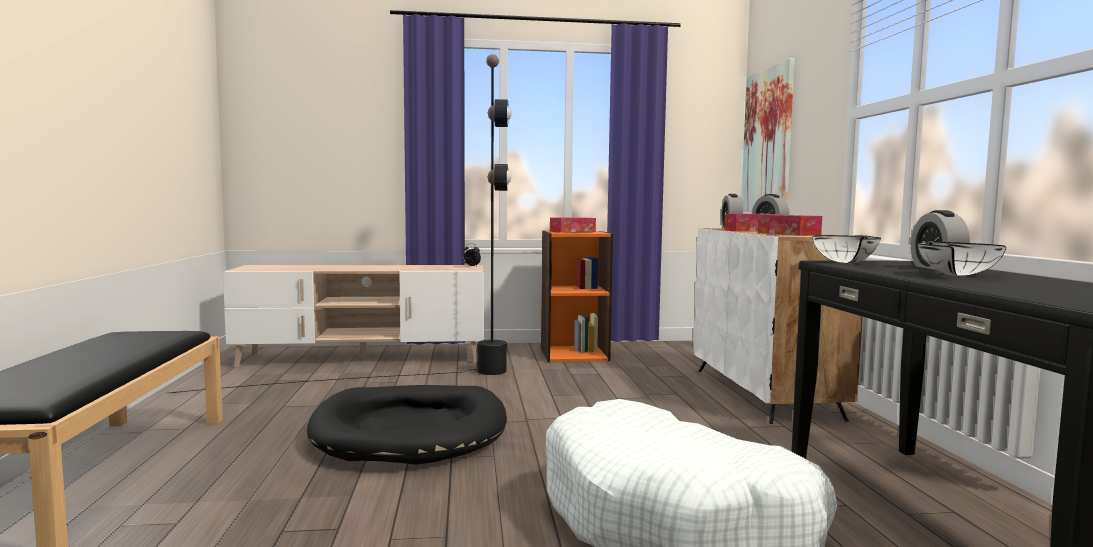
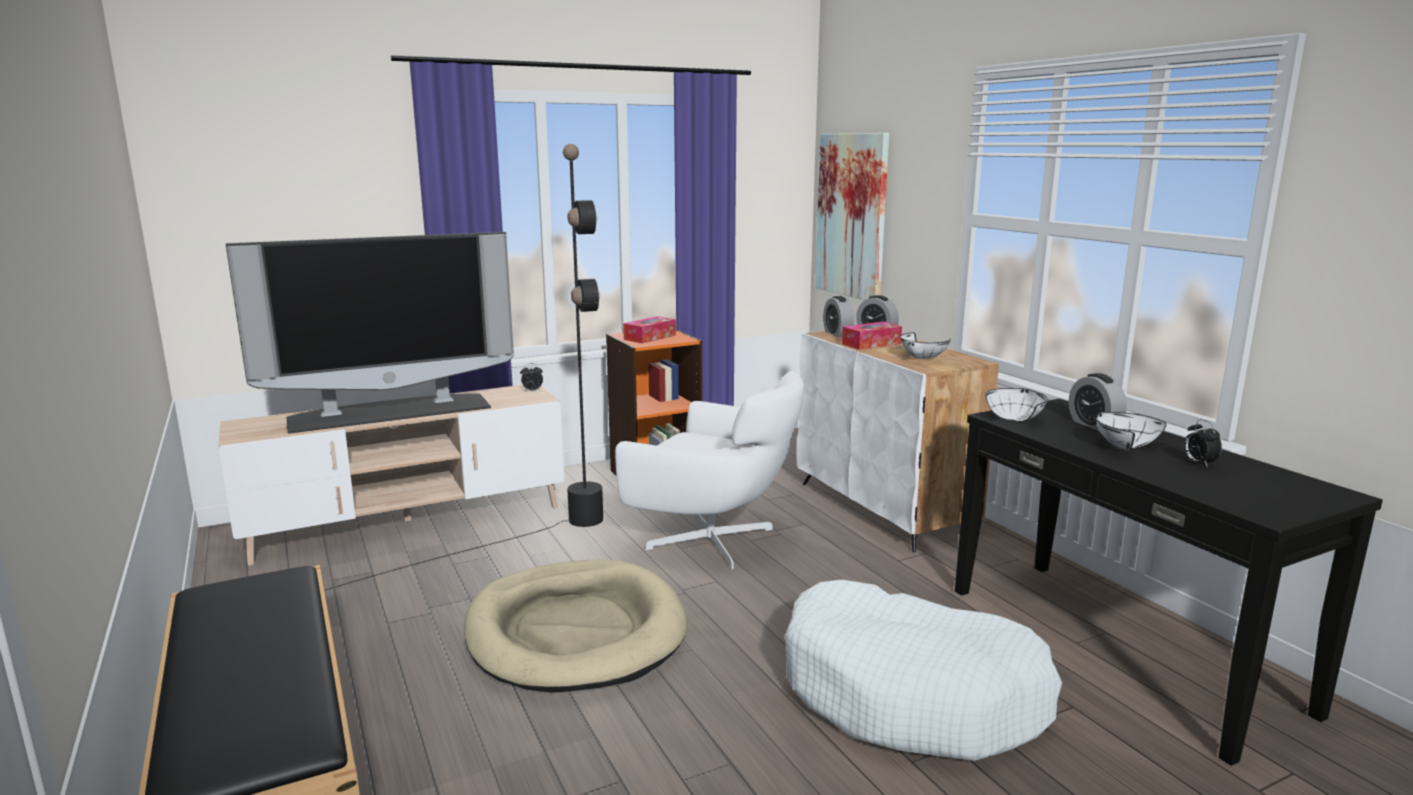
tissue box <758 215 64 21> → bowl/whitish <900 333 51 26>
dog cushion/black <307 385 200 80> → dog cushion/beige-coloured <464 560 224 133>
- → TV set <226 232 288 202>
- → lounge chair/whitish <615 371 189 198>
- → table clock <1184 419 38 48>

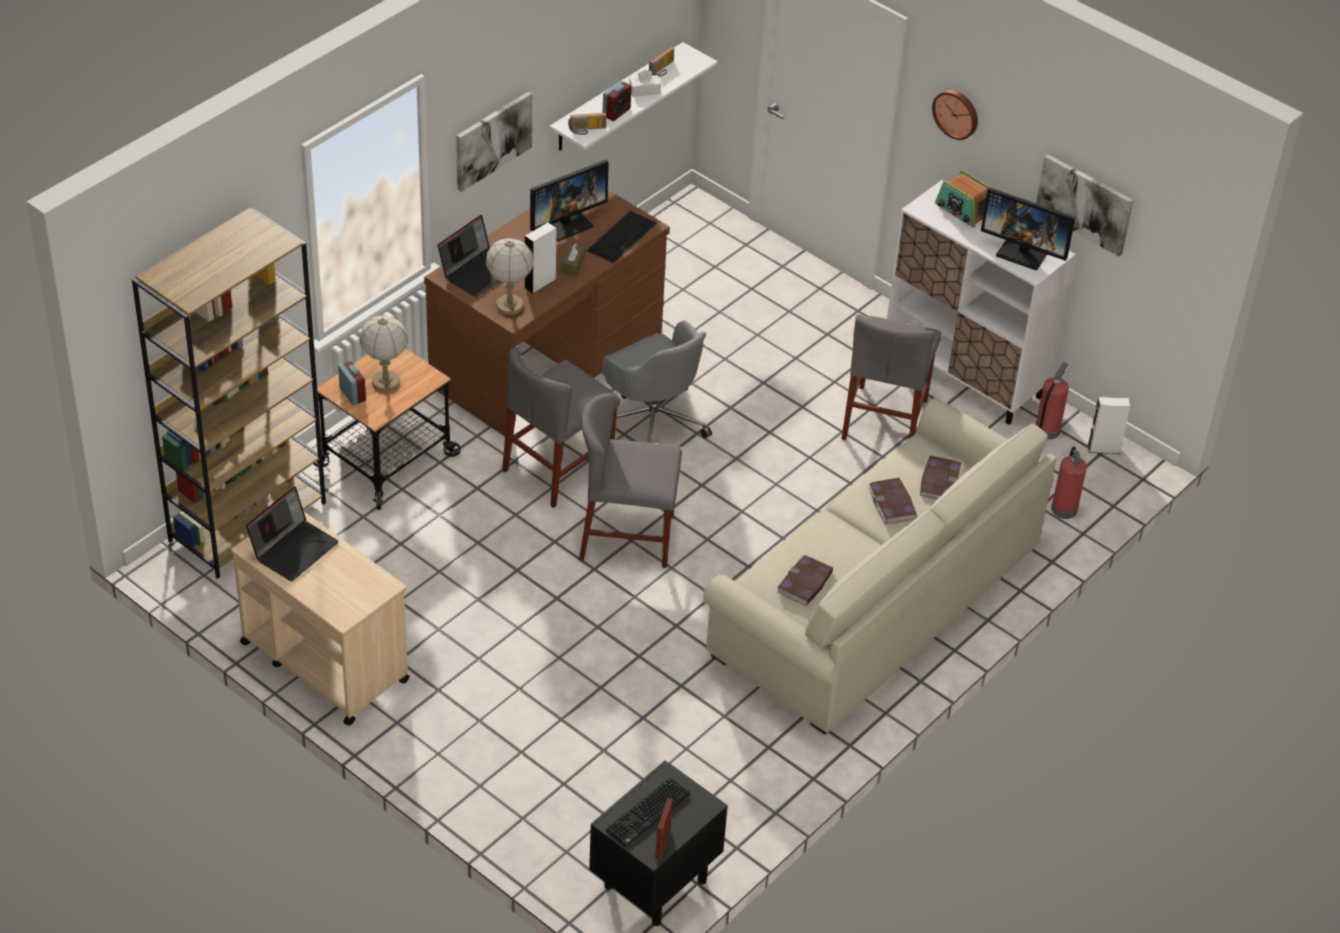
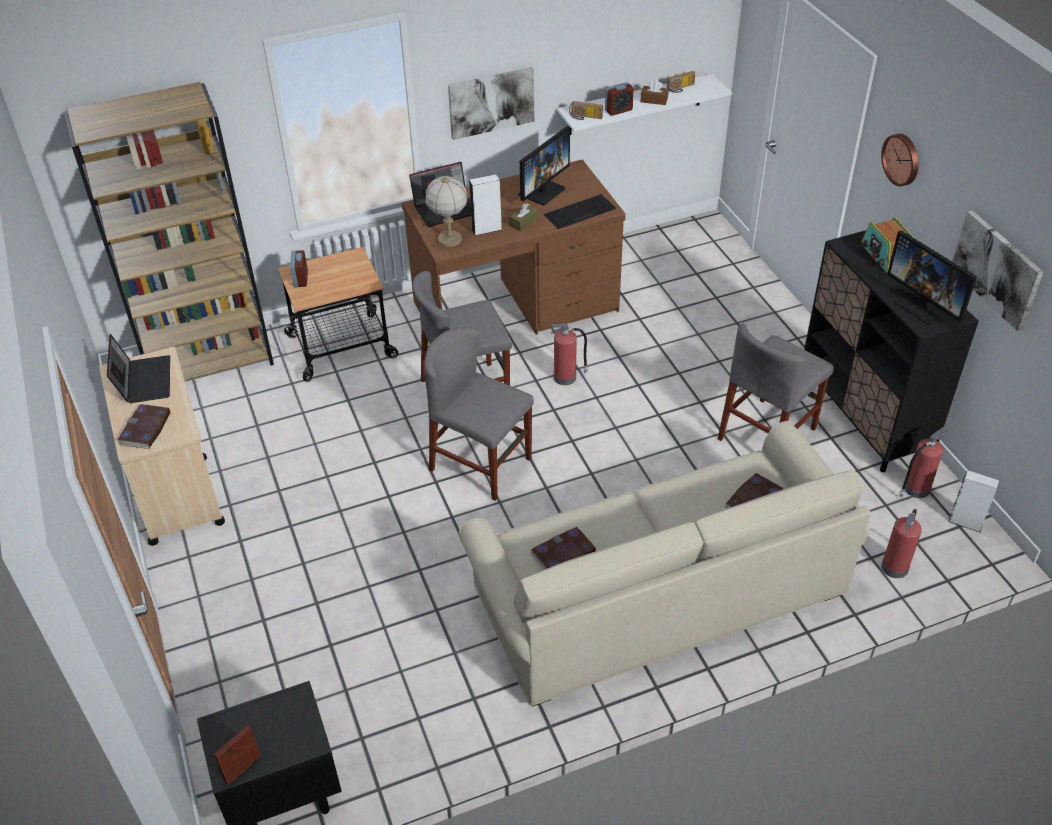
tissue box/whitish <629 70 32 27> → tissue box/brown <641 80 28 25>
computer display <530 159 79 82> → computer display <518 126 52 80>, 45 degrees counterclockwise
cabinet/whitish <887 180 189 244> → cabinet/black <804 230 175 242>
lamp for a table <360 315 48 77> → -
office chair/gray <602 320 110 123> → extinguisher <551 323 37 62>
volume <868 478 49 46> → volume <118 404 52 45>, moved
portable computer <246 486 93 95> → portable computer <107 334 63 69>, 75 degrees counterclockwise
PC keyboard <606 778 84 69> → -

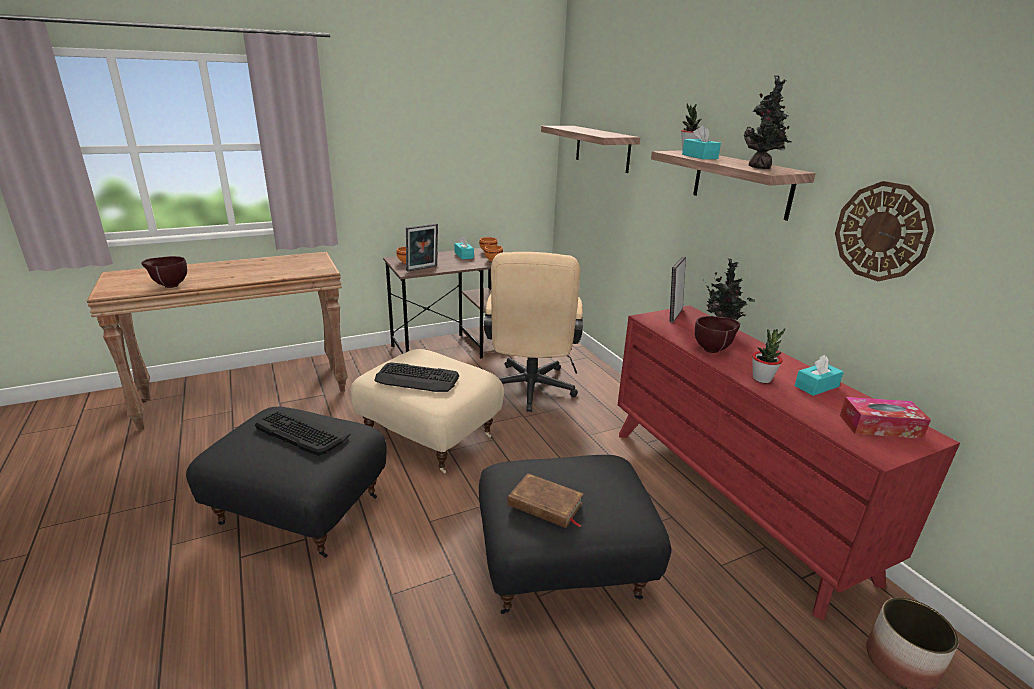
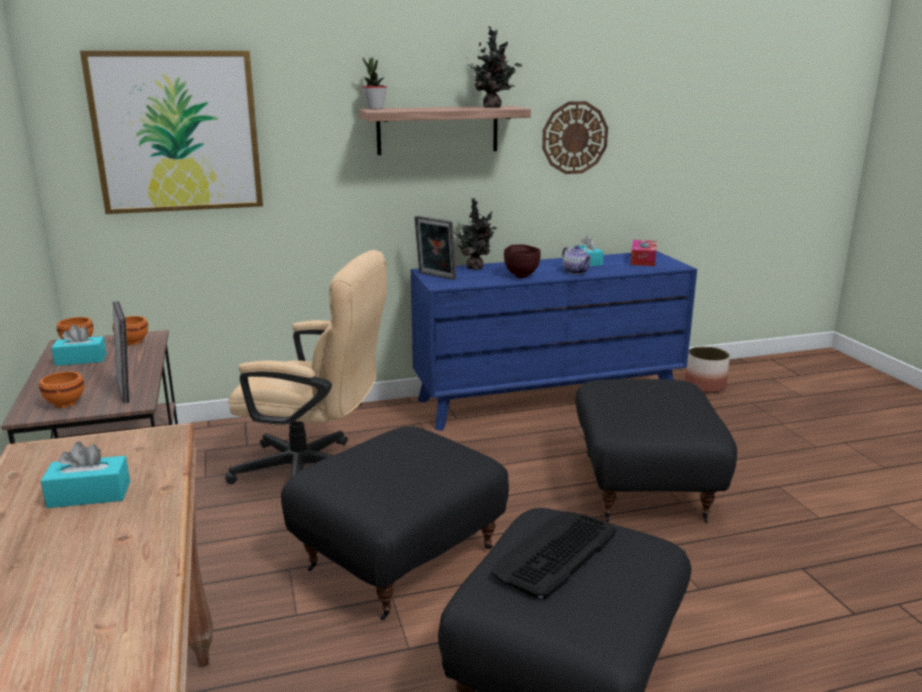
tissue box/turquoise <682 125 39 34> → tissue box/turquoise <41 442 89 66>, moved
shelf <541 126 99 47> → wall picture <80 51 183 163>
bowl/brown <141 256 46 32> → -
dresser/reddish <618 306 342 315> → dresser/bluish <411 251 286 180>
plant in a pot <752 328 33 55> → pot for tea <562 245 30 29>
footrest/beige-coloured <351 349 153 125> → footrest/black <281 426 228 195>
PC keyboard <374 362 85 30> → -
volume/brown <507 473 77 55> → -

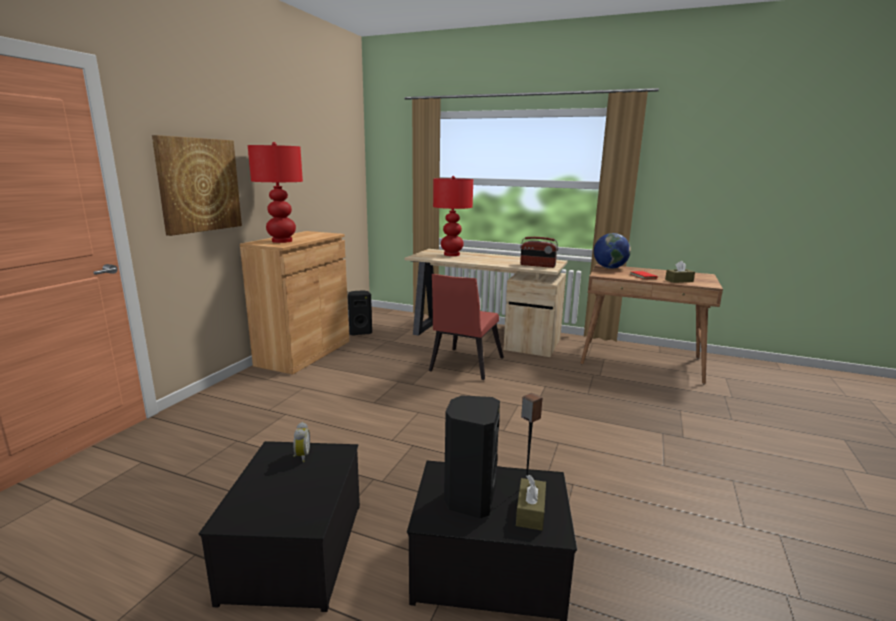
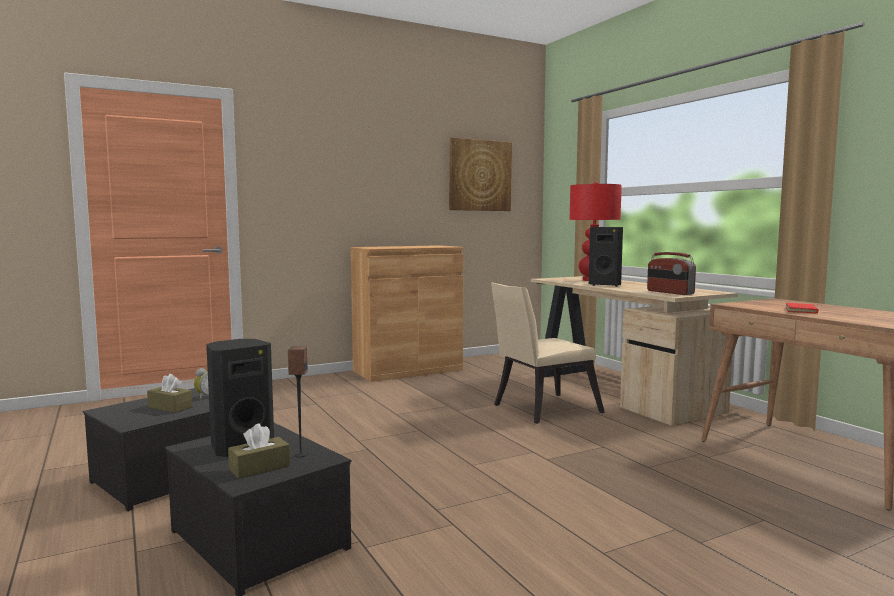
wall picture <152 135 90 101> → wall picture <449 137 63 74>, moved
lamp for a table/reddish <248 142 55 101> → -
world globe <594 233 37 36> → -
tissue box/brown <665 261 30 22> → tissue box/brown <147 374 46 39>, moved
upright chair/reddish <429 274 75 106> → upright chair/beige-coloured <491 283 114 141>
loudspeaker/black <348 290 24 45> → loudspeaker/black <589 227 34 60>, moved

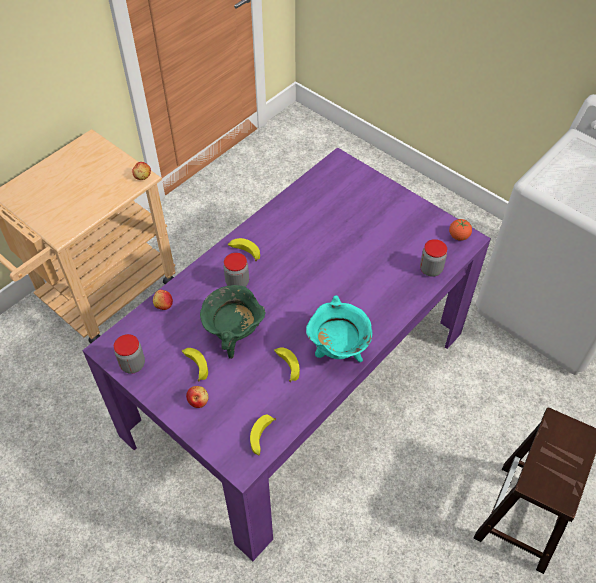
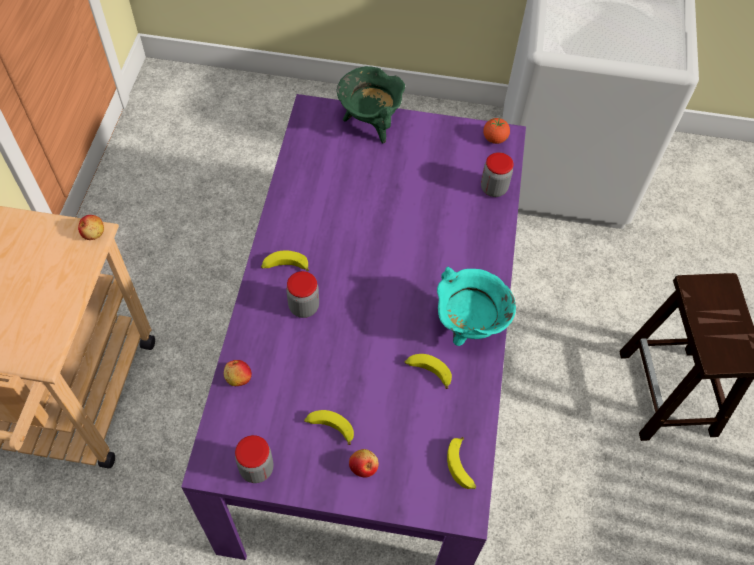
stockpot/greenish <200 285 65 74> → stockpot/greenish <337 66 68 77>, moved

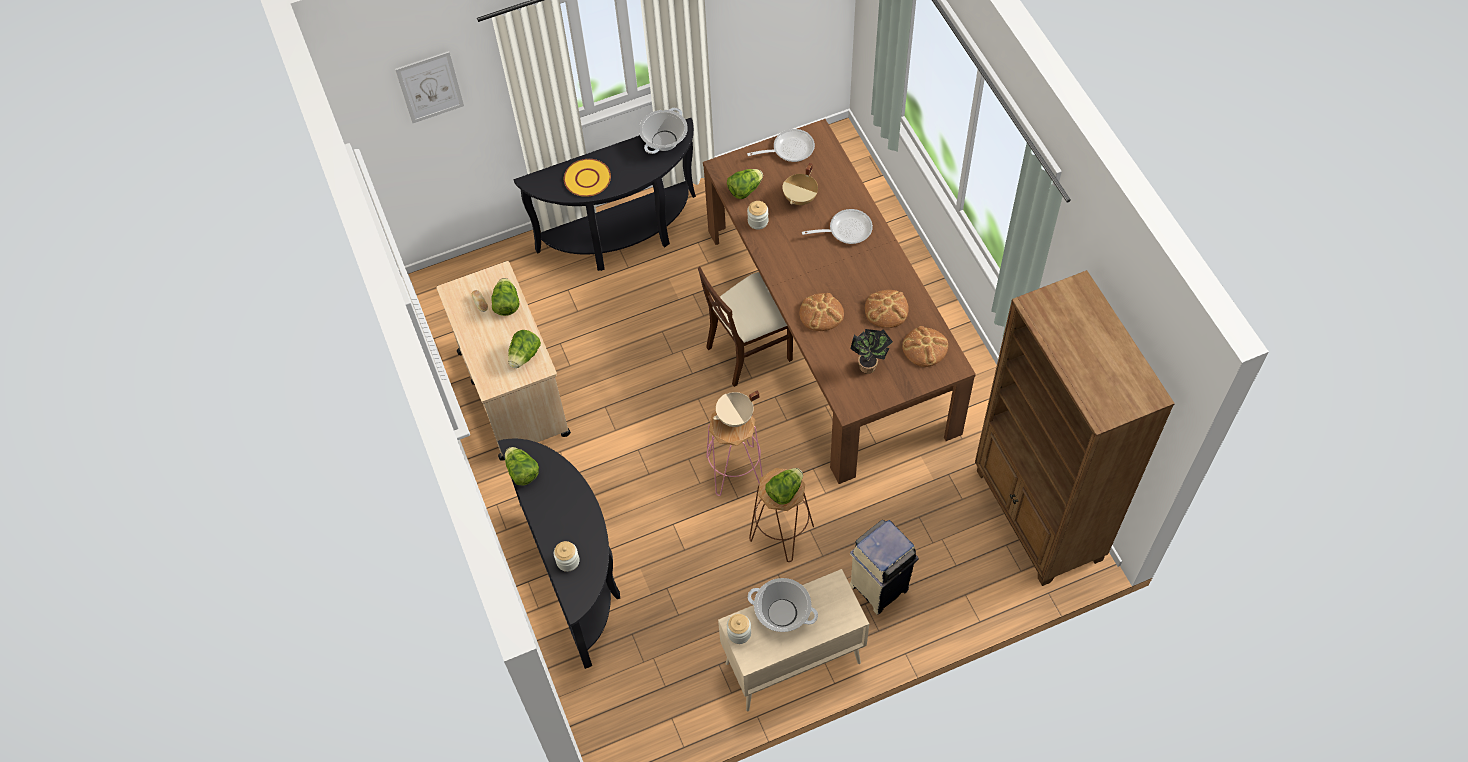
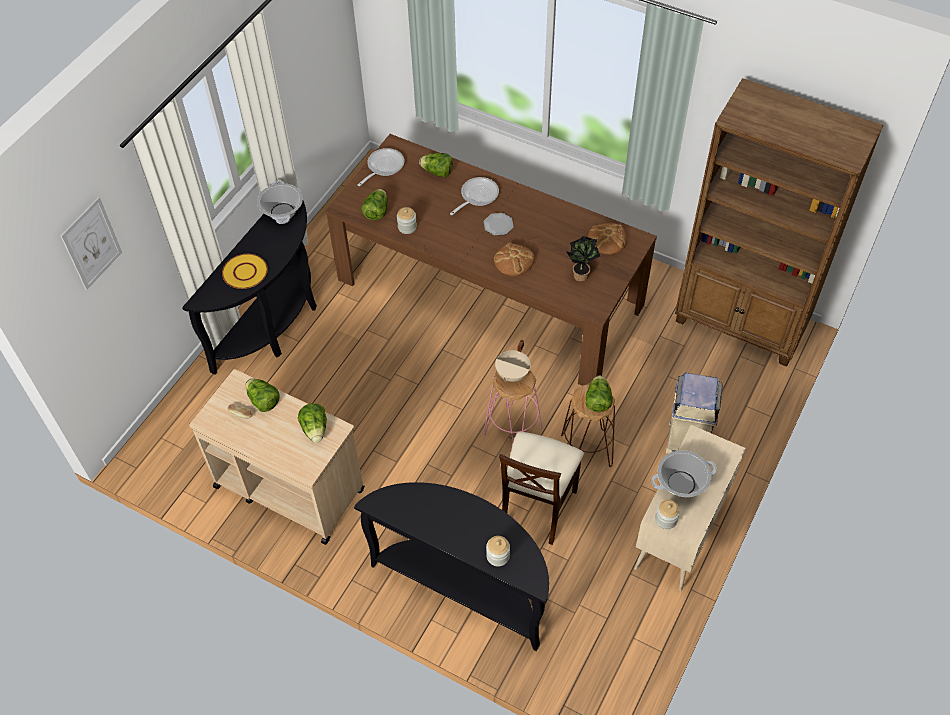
stockpot/beige-coloured <783 163 35 42> → -
upright chair/beige-coloured <698 267 95 120> → upright chair/beige-coloured <499 432 85 113>, moved
baked bread <865 290 44 38> → -
lettuce <505 447 34 39> → lettuce <419 153 33 25>, moved
- → plate <484 213 30 23>

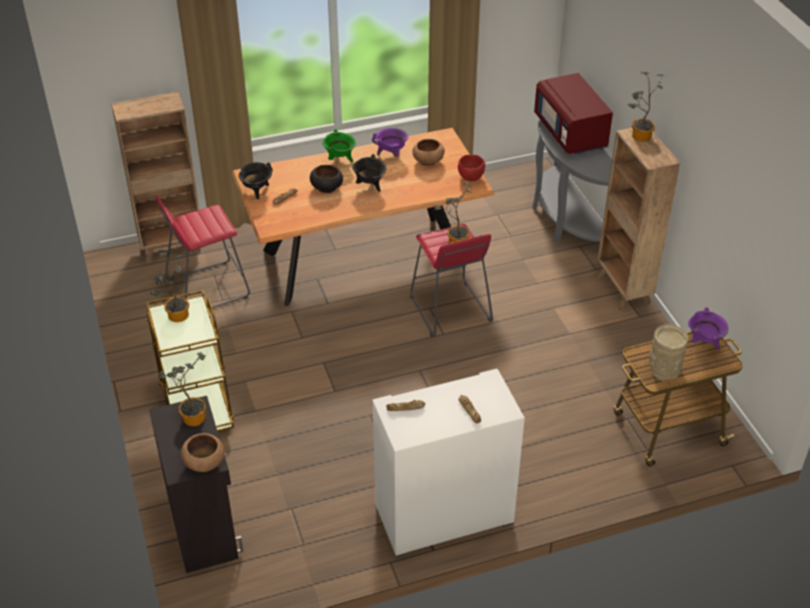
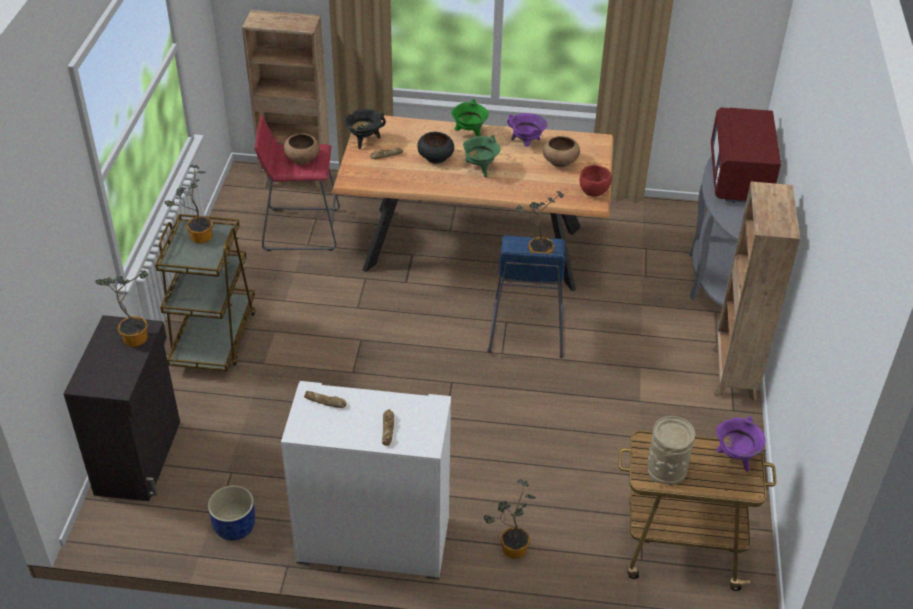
plant in a pot <628 72 36 70> → plant in a pot <484 479 52 80>, moved
stockpot/black <352 154 34 38> → stockpot/greenish <463 135 38 42>
sitting stool/reddish <410 224 83 113> → sitting stool/bluish <488 235 77 123>
bowl/brown <181 433 44 39> → bowl/brown <283 133 37 32>, moved
- → planter/bluish <208 485 47 56>

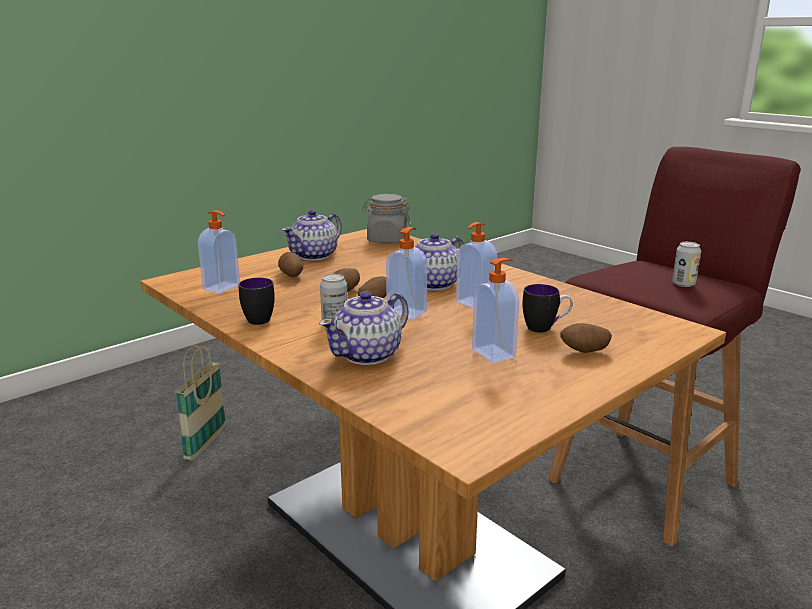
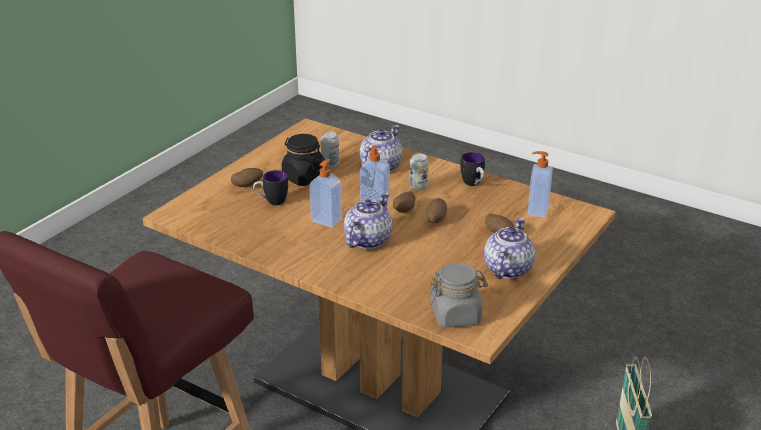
can <672 242 29 45> → can <321 132 18 36>, moved
soap bottle <472 258 47 105> → storage jar/black <282 134 43 52>

